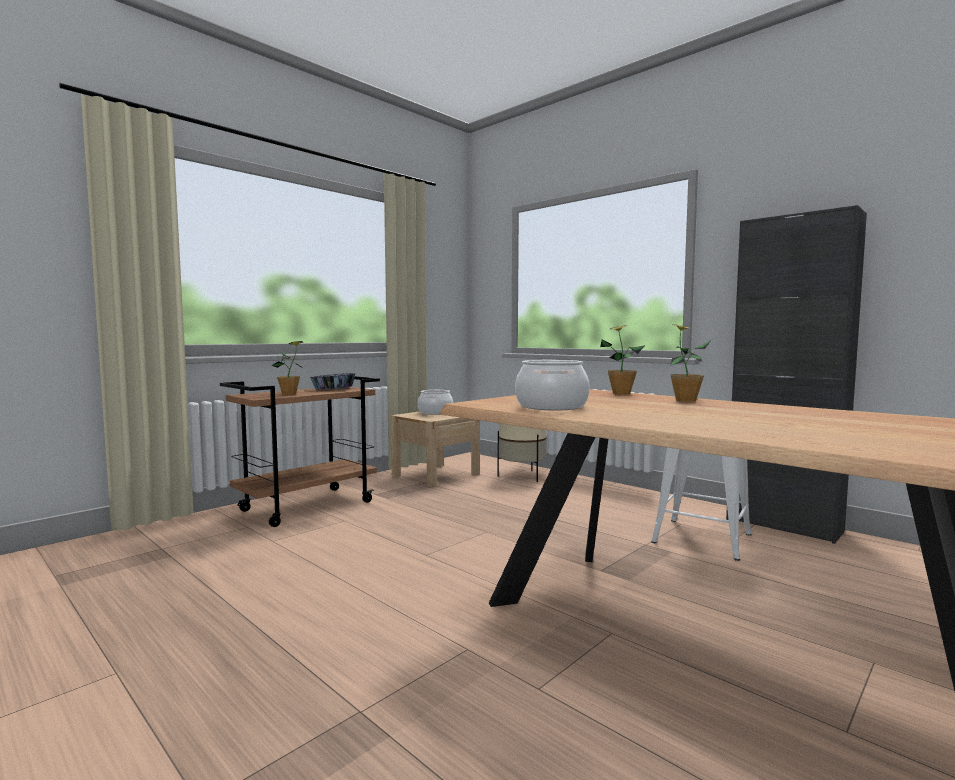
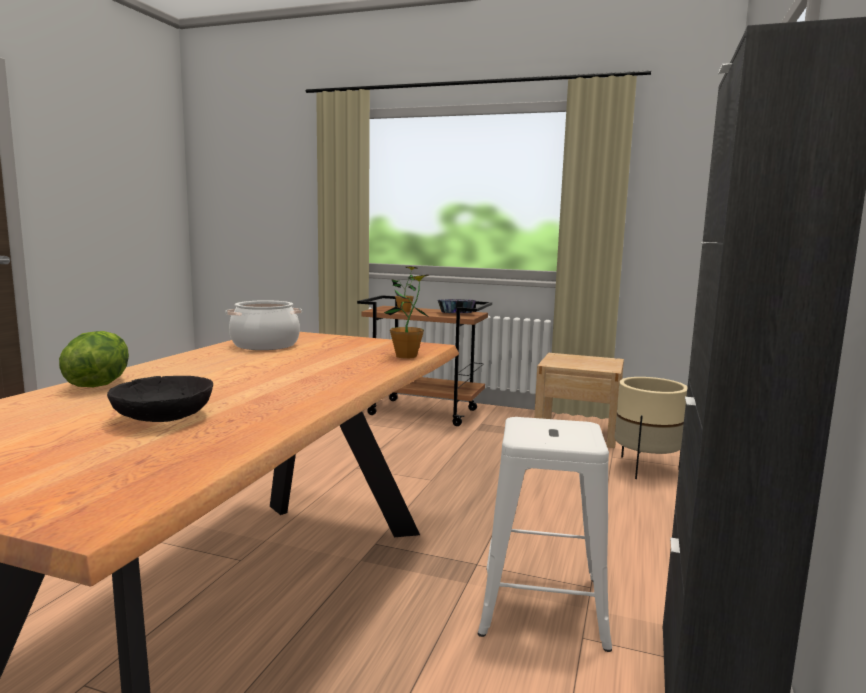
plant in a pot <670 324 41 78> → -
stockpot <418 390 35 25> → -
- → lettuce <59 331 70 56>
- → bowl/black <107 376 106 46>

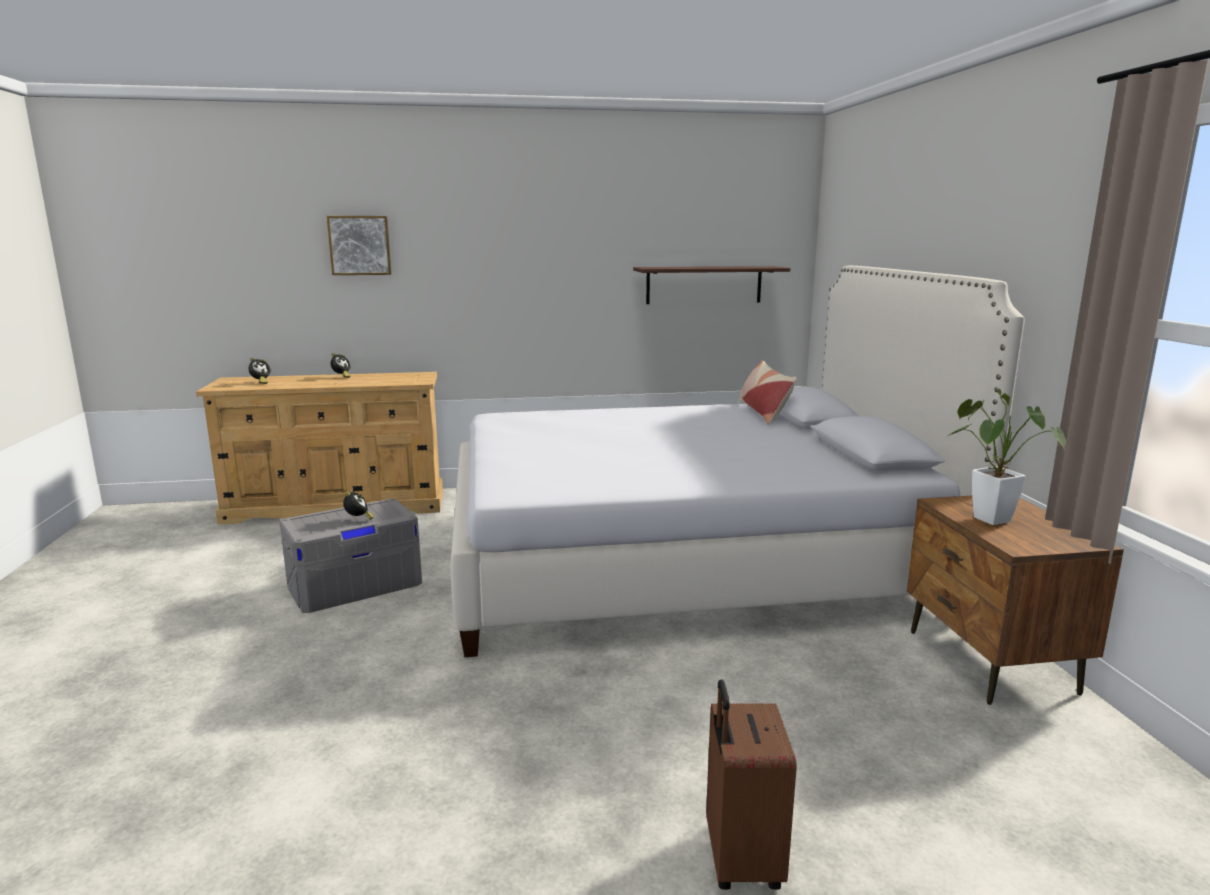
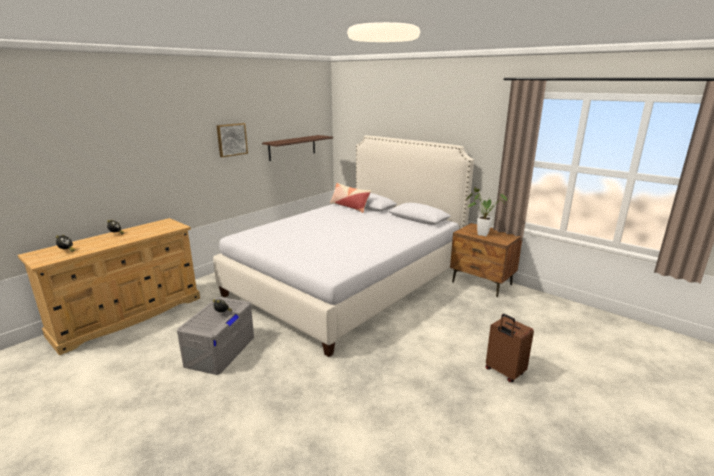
wall picture <327 216 64 59> → wall picture <216 123 32 34>, moved

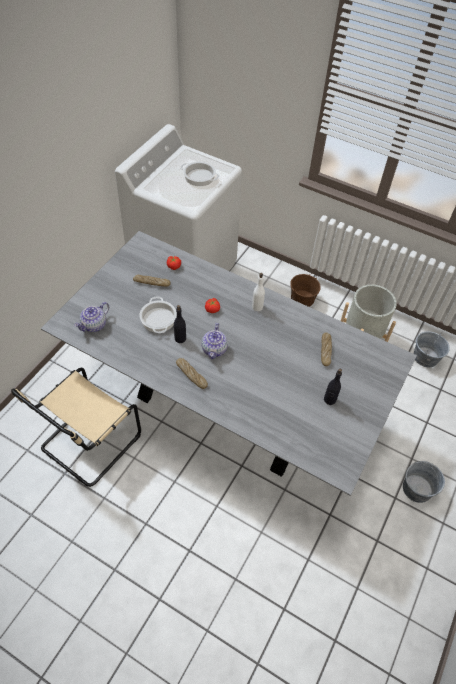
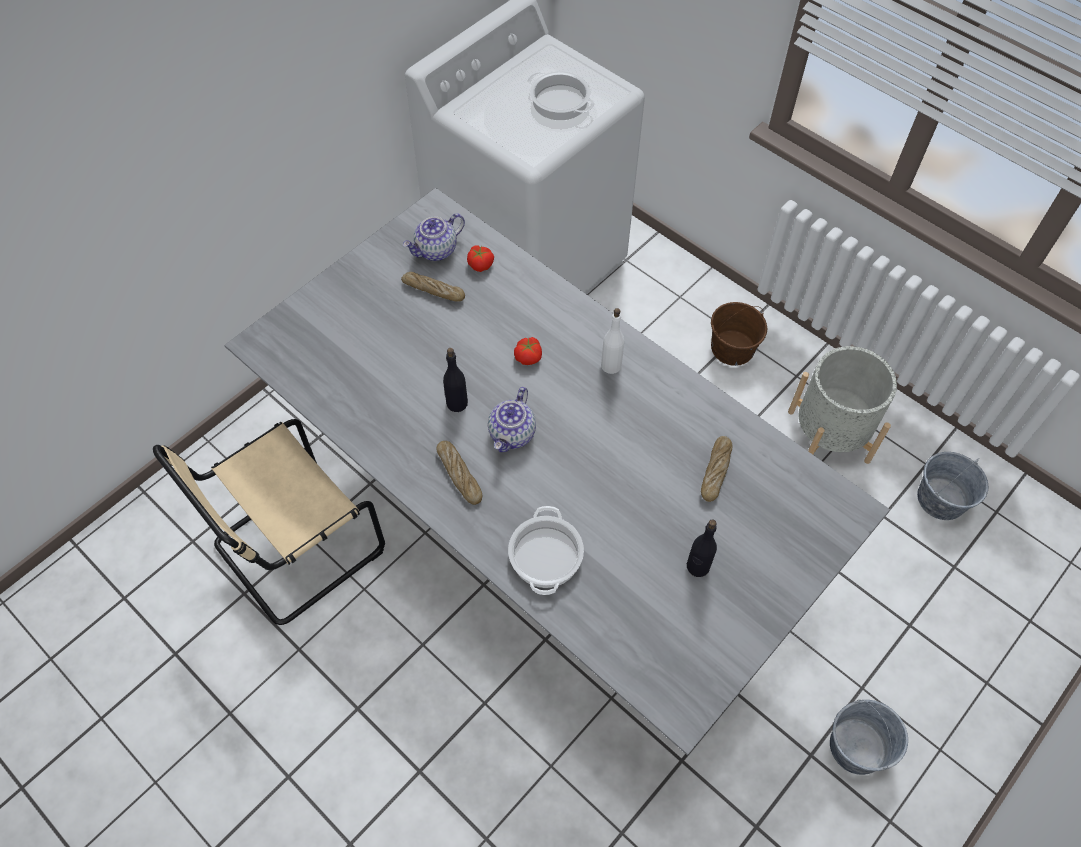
stockpot <139 297 38 36> → stockpot <508 506 76 89>, moved
pot for tea <74 302 35 30> → pot for tea <403 213 62 48>, moved

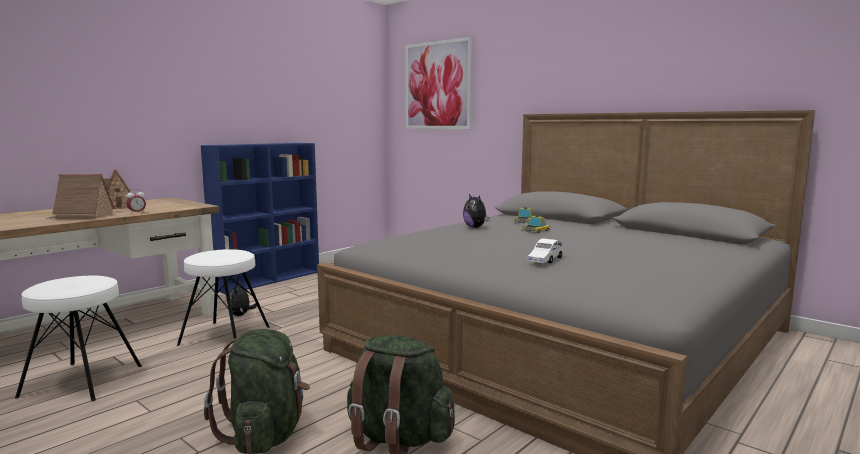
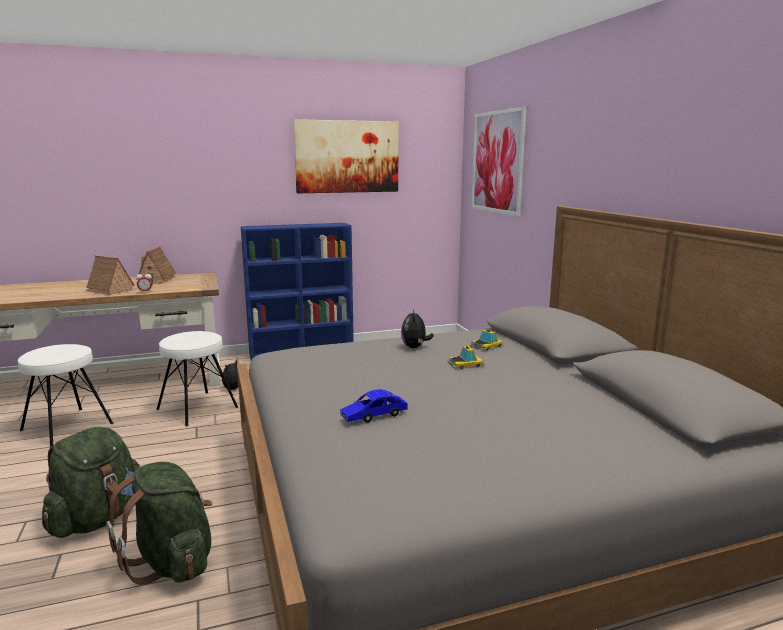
toy car/whitish <528 238 37 25> → toy car/bluish <340 389 68 34>
- → wall picture <293 119 106 74>

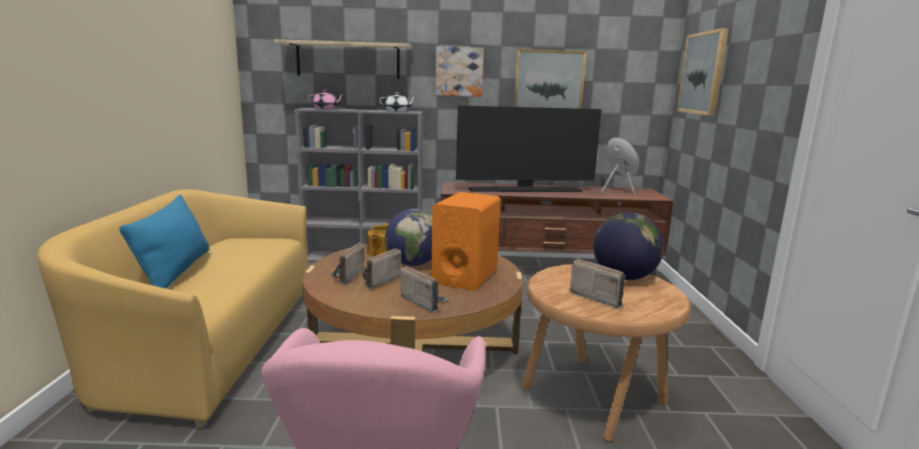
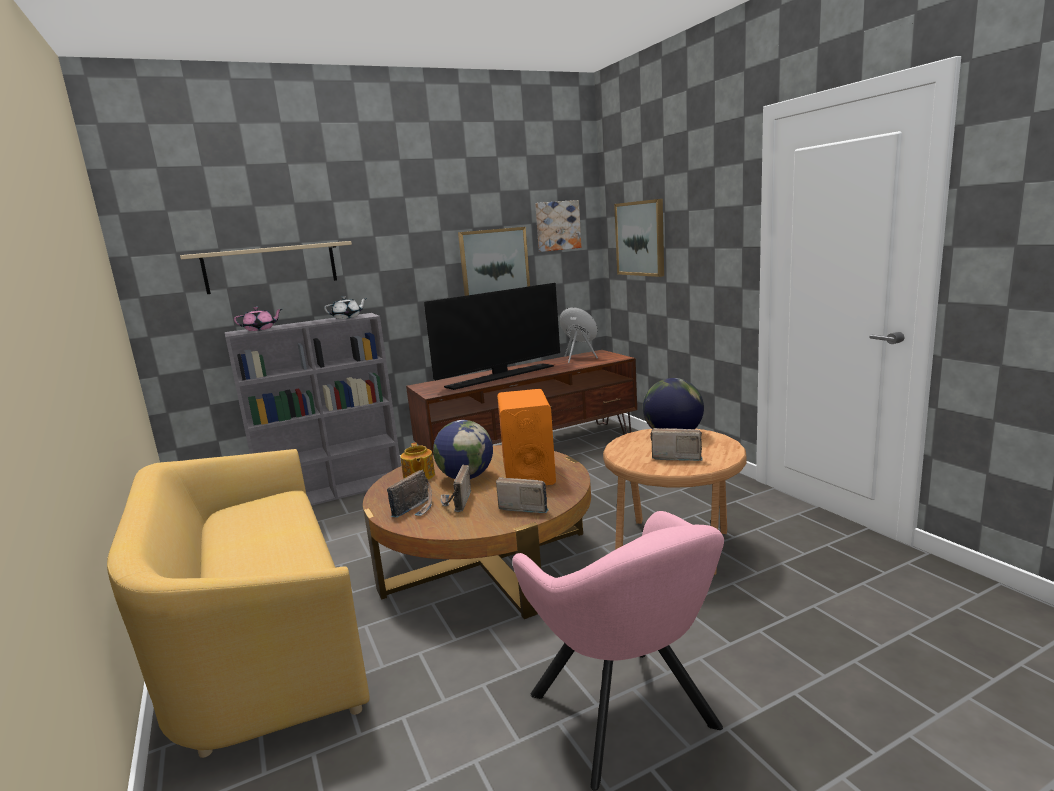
wall picture <435 46 49 51> → wall picture <535 200 46 52>, moved
cushion/bluish <119 195 90 93> → -
radio <331 243 34 41> → radio <387 470 45 48>, 135 degrees counterclockwise

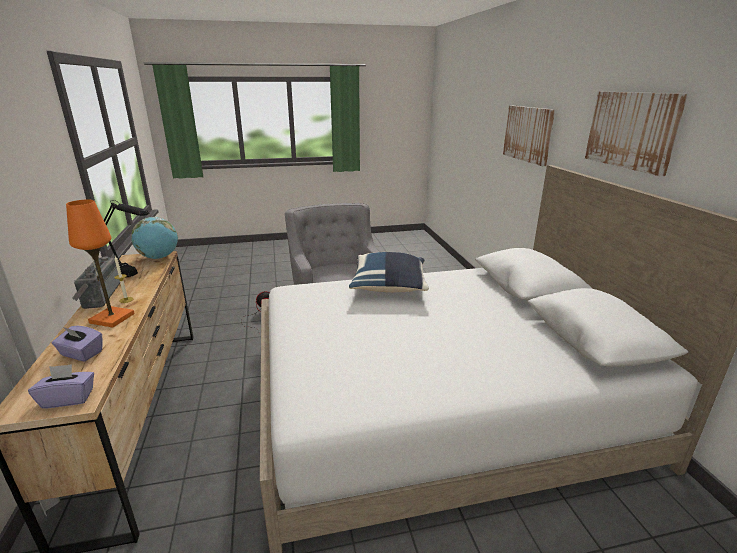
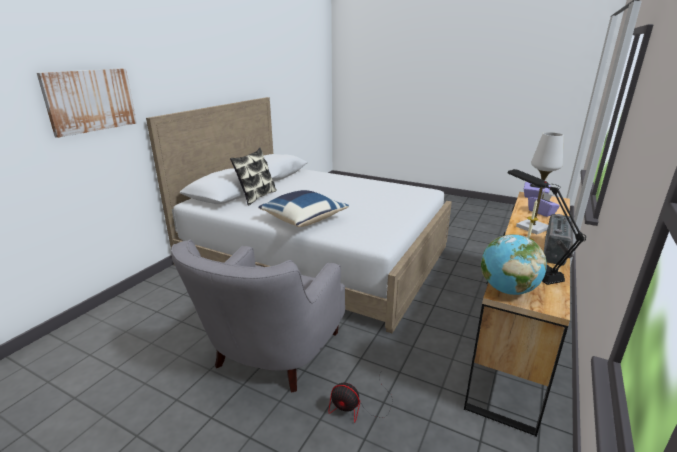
wall picture <585 92 103 84> → -
lamp for a table/orange <66 199 69 129> → lamp for a table/whitish <516 132 48 102>
- → cushion <230 148 47 58>

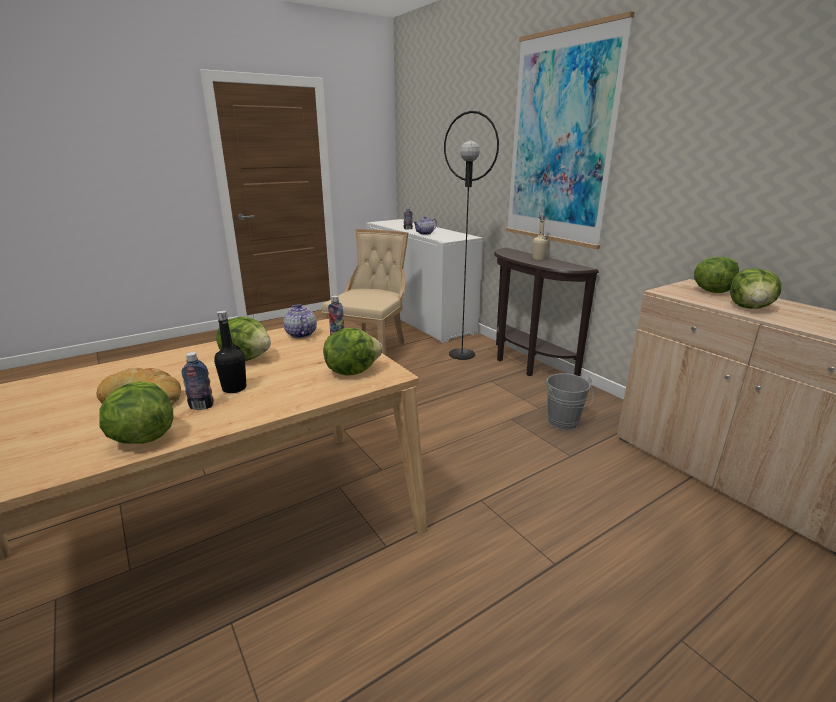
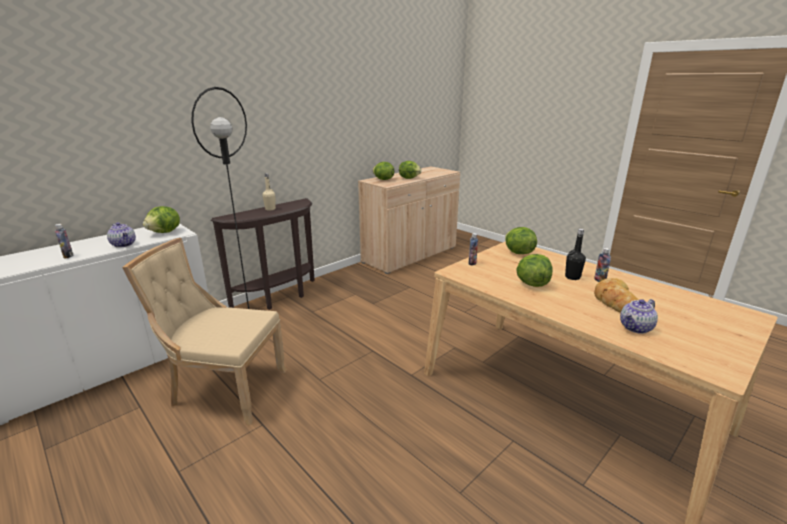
wall picture <506 11 129 238> → -
pot for tea <283 304 34 34> → pot for tea <620 299 38 35>, moved
bucket/gray <546 373 47 57> → -
lettuce <99 381 75 63> → lettuce <143 206 37 27>, moved

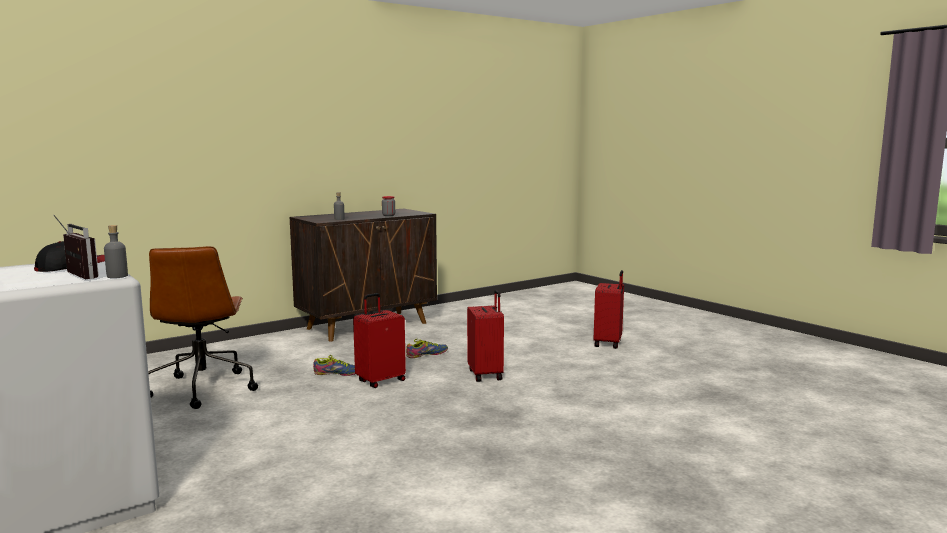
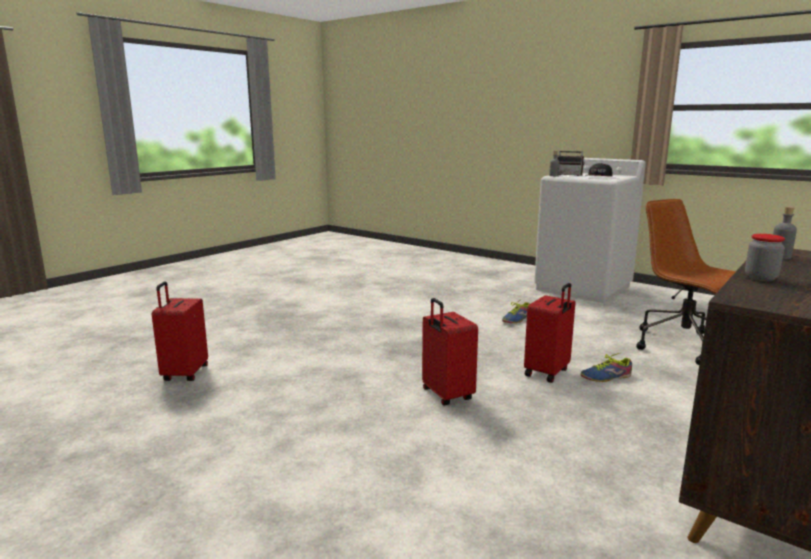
piece of luggage/reddish <594 270 30 79> → piece of luggage/reddish <152 281 56 100>, moved
item of footwear <406 339 42 19> → item of footwear <502 300 28 23>, moved

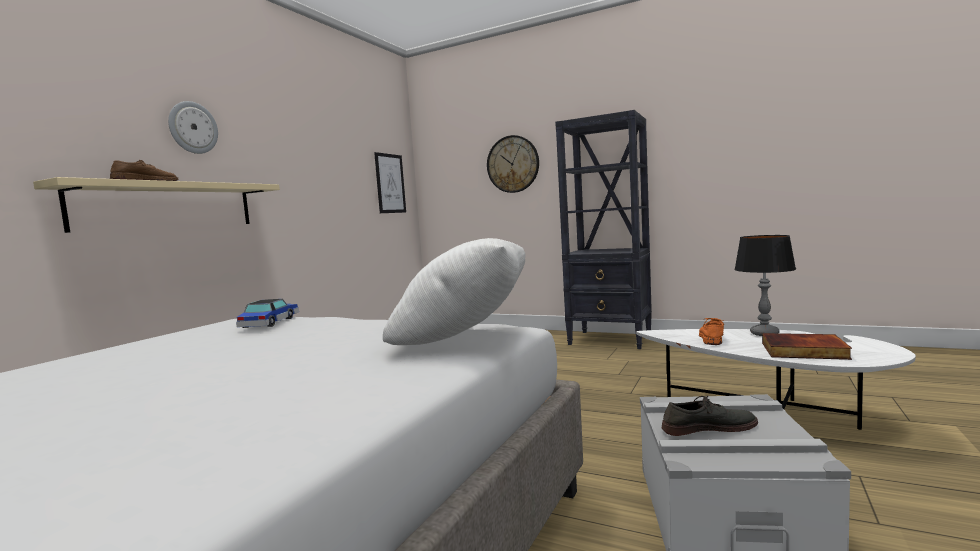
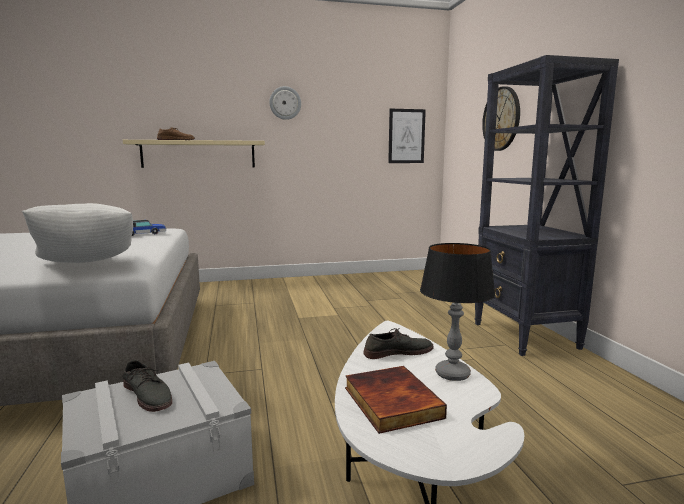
wall clock <168 101 50 53> → wall clock <269 86 32 34>, moved
item of footwear/orange <699 318 25 27> → item of footwear/gray <363 328 71 31>

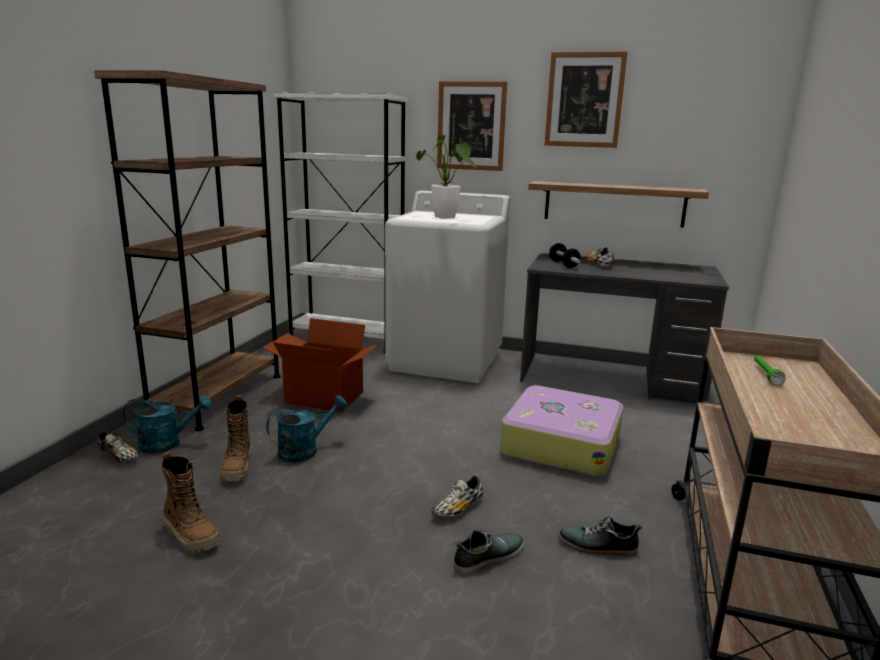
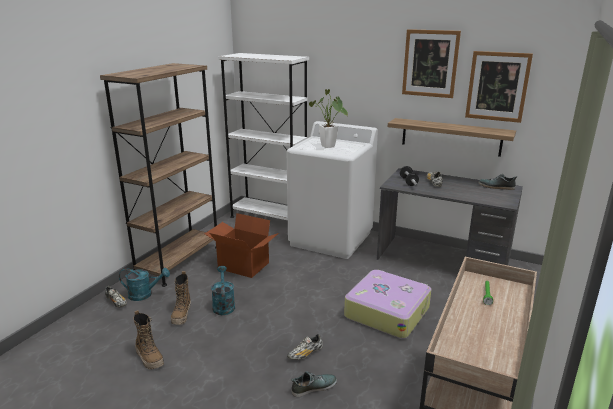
wall picture <437 81 70 90> → wall picture <465 51 68 72>, moved
watering pot/turquoise <266 395 82 67> → watering pot/turquoise <211 266 24 49>, 75 degrees counterclockwise
item of footwear <558 516 84 40> → item of footwear <478 174 40 16>, moved

